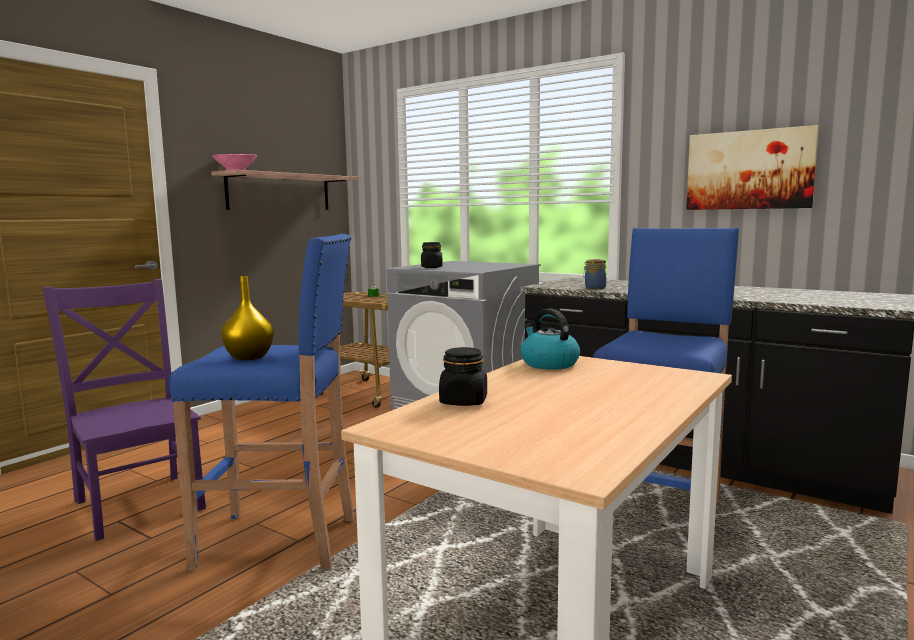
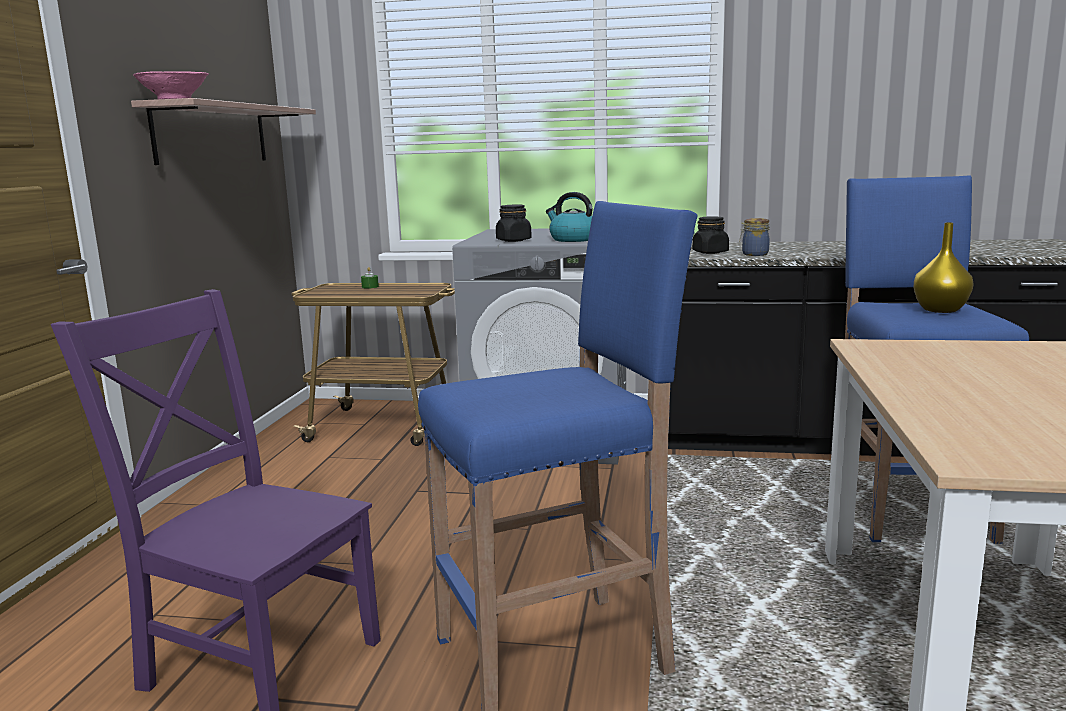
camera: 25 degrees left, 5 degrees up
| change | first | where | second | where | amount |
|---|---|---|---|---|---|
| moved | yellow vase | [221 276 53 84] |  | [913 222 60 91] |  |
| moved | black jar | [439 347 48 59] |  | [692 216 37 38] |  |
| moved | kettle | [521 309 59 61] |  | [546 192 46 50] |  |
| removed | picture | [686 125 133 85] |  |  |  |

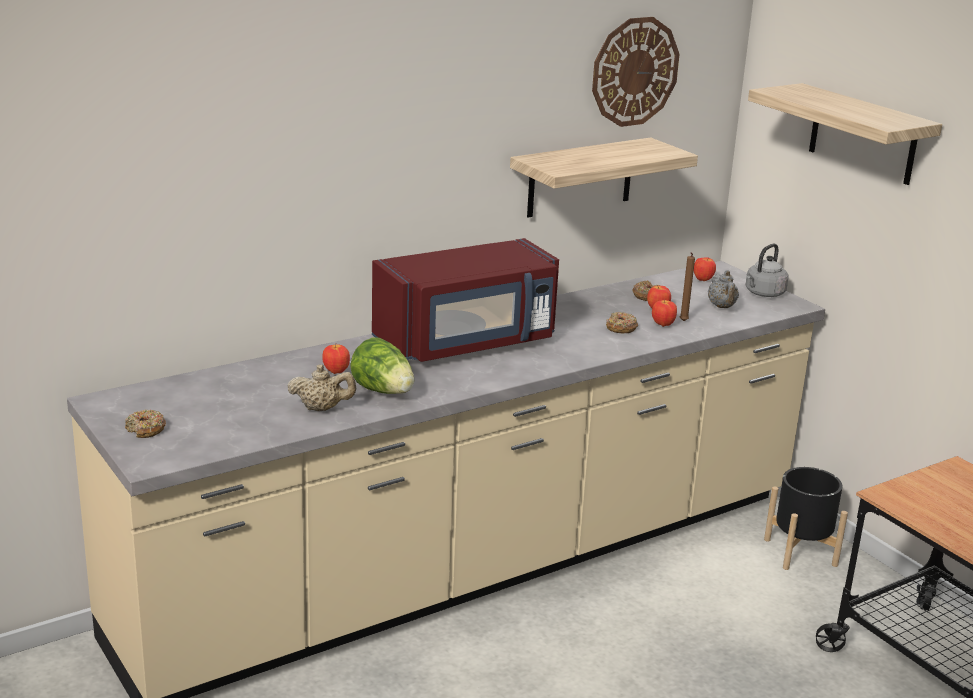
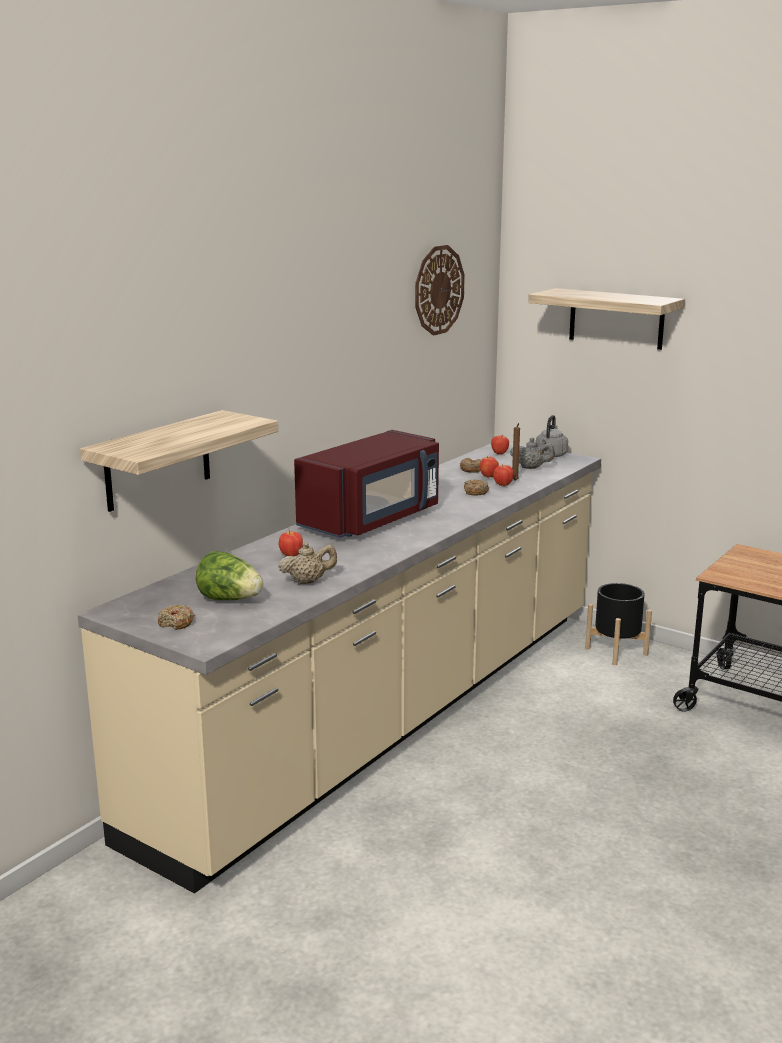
camera: 20 degrees left, 5 degrees down
| change | first | where | second | where | amount |
|---|---|---|---|---|---|
| moved | lettuce | [350 337 64 57] |  | [196 551 68 49] |  |
| moved | shelf | [510 138 188 80] |  | [80 410 198 102] |  |
| turned | grey teapot | [708 270 31 38] |  | [510 438 45 31] | 45 degrees counterclockwise |

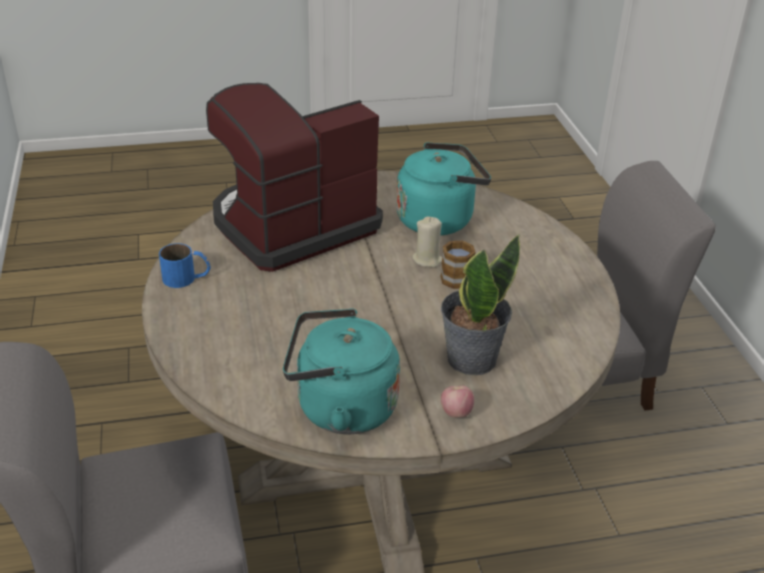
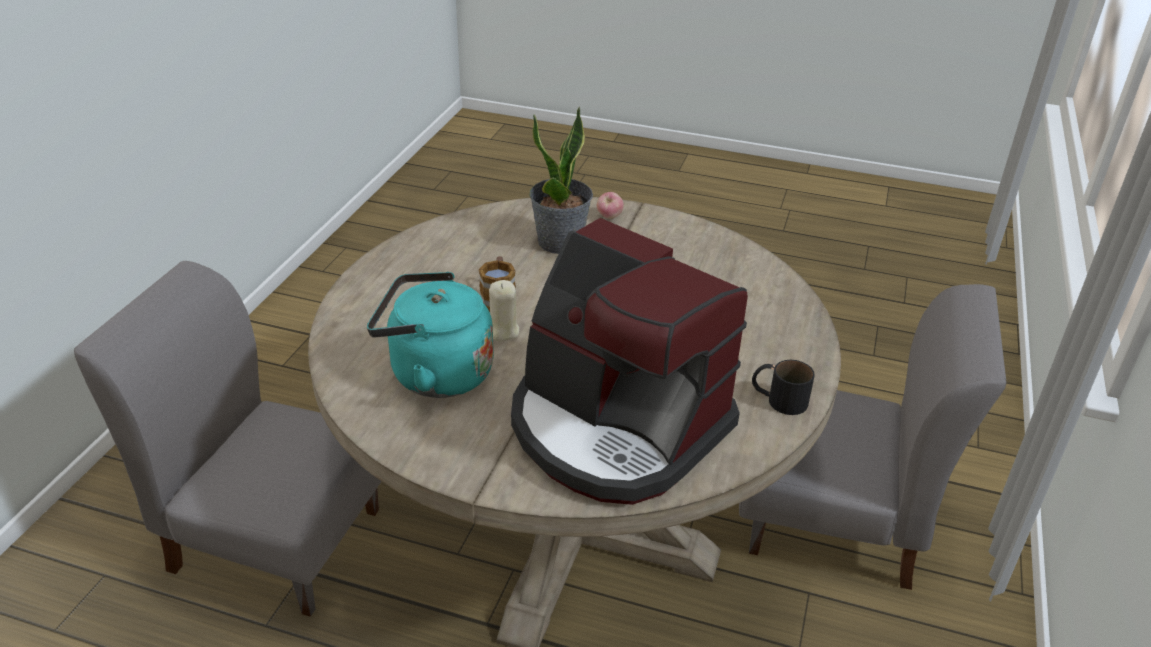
camera: 150 degrees left, 0 degrees up
| change | first | where | second | where | amount |
|---|---|---|---|---|---|
| recoloured | blue mug | [159 243 51 45] | black mug | [752 360 63 55] |  |
| turned | coffee machine | [206 83 177 189] |  | [511 218 237 287] | 45 degrees clockwise |
| removed | turquoise kettle | [283 308 117 126] |  |  |  |

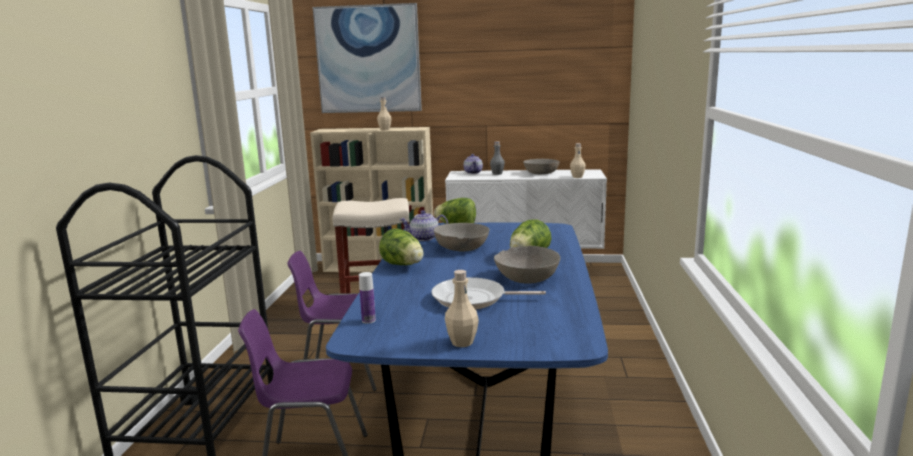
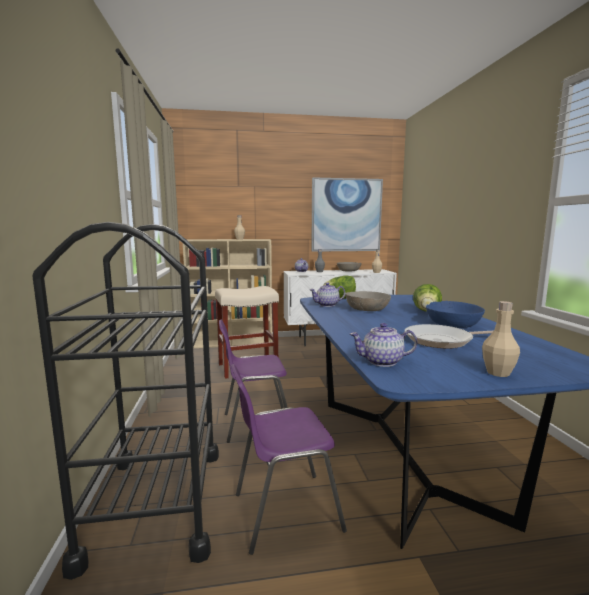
camera: 15 degrees left, 5 degrees down
| change | first | where | second | where | amount |
|---|---|---|---|---|---|
| moved | picture | [313 3 109 110] |  | [311 178 72 74] |  |
| replaced | bottle | [359 272 17 52] | teapot | [350 323 67 44] |  |
| removed | lettuce | [379 228 45 37] |  |  |  |
| recoloured | grey bowl | [494 246 66 38] | blue bowl | [426 301 59 27] |  |

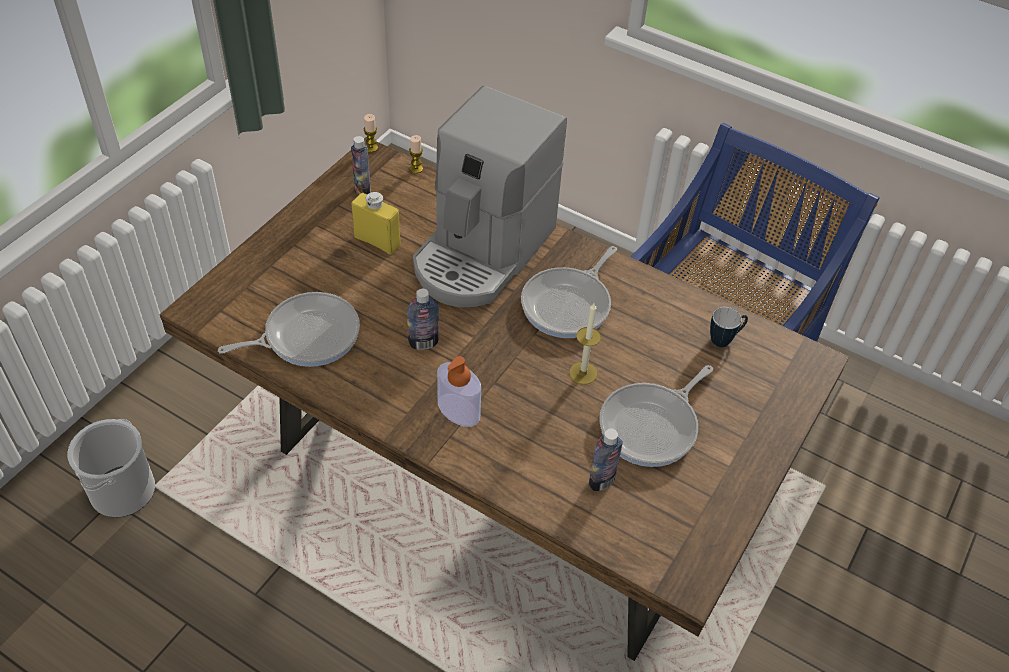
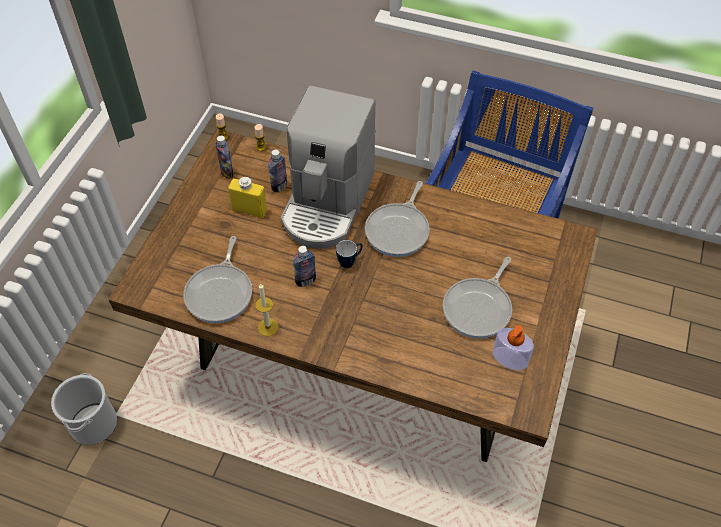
camera: 10 degrees left, 5 degrees up
| change | first | where | second | where | amount |
|---|---|---|---|---|---|
| turned | frying pan | [218 292 142 75] |  | [183 236 69 87] | 135 degrees clockwise |
| moved | soap dispenser | [437 356 44 71] |  | [492 325 42 45] |  |
| moved | candle | [569 303 32 82] |  | [255 283 23 53] |  |
| moved | bottle | [588 428 35 63] |  | [269 149 18 44] |  |
| moved | mug | [710 307 38 40] |  | [336 240 27 28] |  |

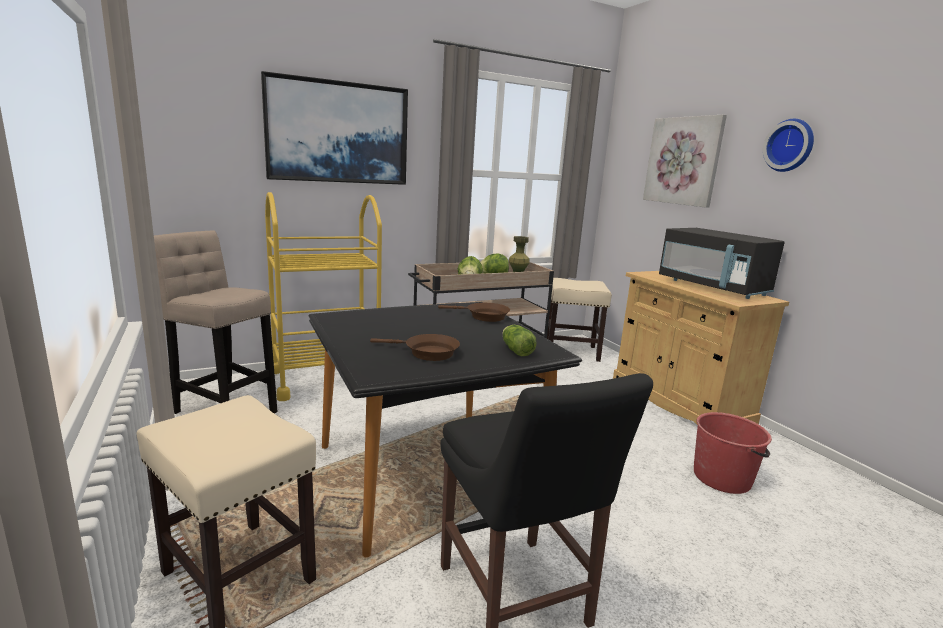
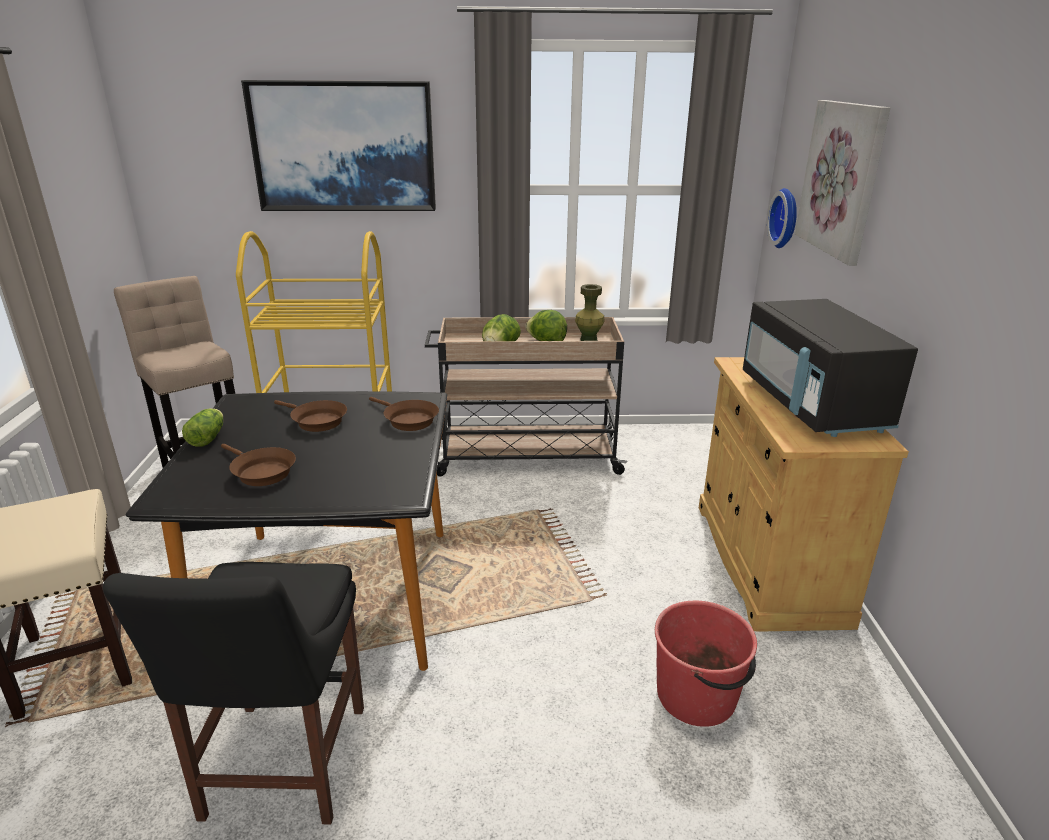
camera: 25 degrees right, 10 degrees up
| change | first | where | second | where | amount |
|---|---|---|---|---|---|
| moved | lettuce | [502 325 35 31] |  | [182 408 41 39] |  |
| removed | beige stool | [547 278 65 84] |  |  |  |
| moved | wall clock | [763 119 51 53] |  | [767 188 30 60] |  |
| added |  |  | brown frying pan | [274 400 73 32] |  |

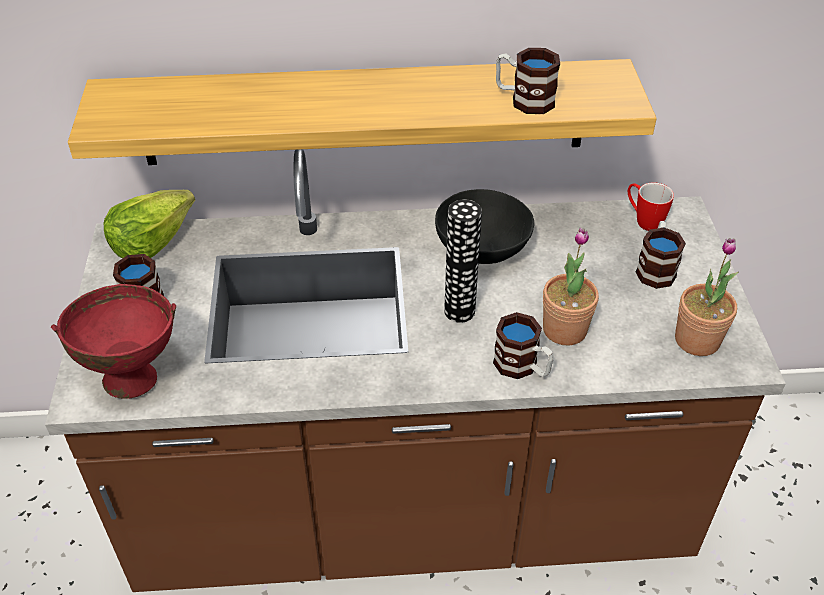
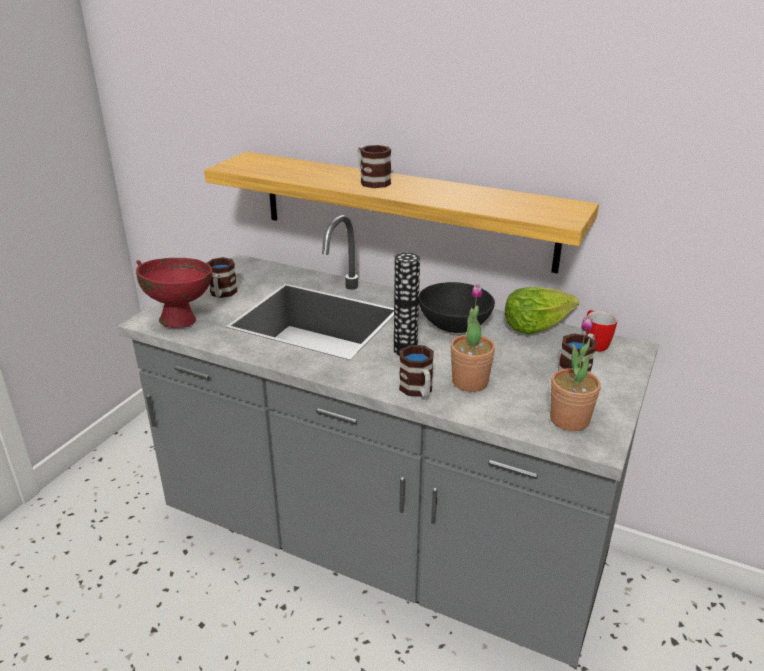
camera: 30 degrees right, 15 degrees down
| change | first | where | second | where | amount |
|---|---|---|---|---|---|
| recoloured | brown counter | [45 149 741 443] | grey counter | [117 215 542 452] |  |
| moved | lettuce | [104 190 91 68] |  | [505 287 74 47] |  |
| moved | mug | [496 48 64 66] |  | [357 145 34 43] |  |

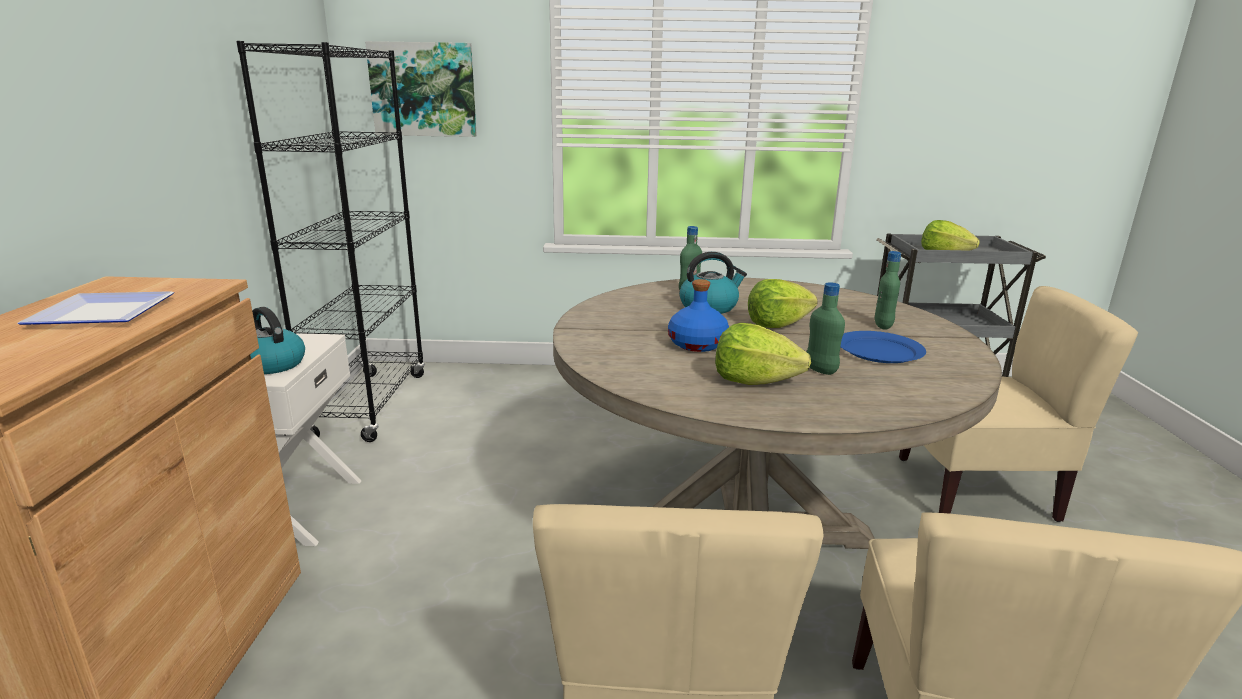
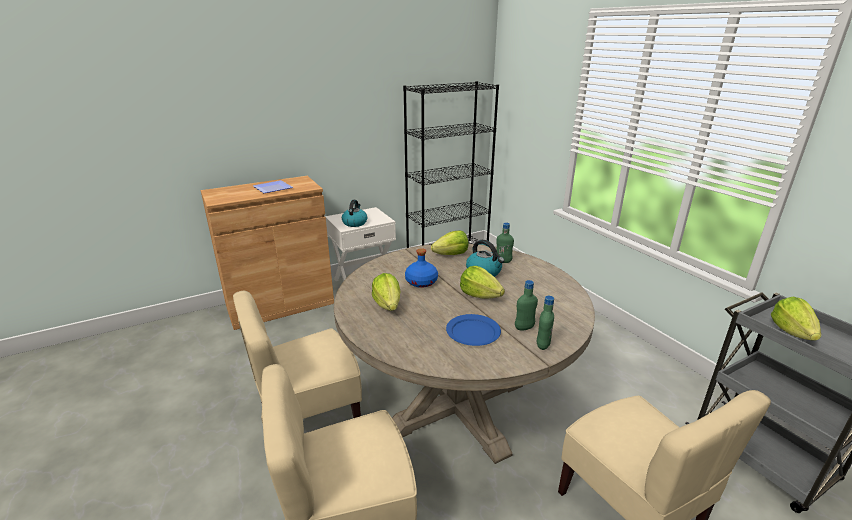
camera: 60 degrees right, 5 degrees up
| change | first | where | second | where | amount |
|---|---|---|---|---|---|
| removed | picture | [365 41 112 96] |  |  |  |
| moved | green bottle | [807 282 38 93] |  | [537 296 17 54] |  |
| added |  |  | lettuce | [431 231 37 24] |  |

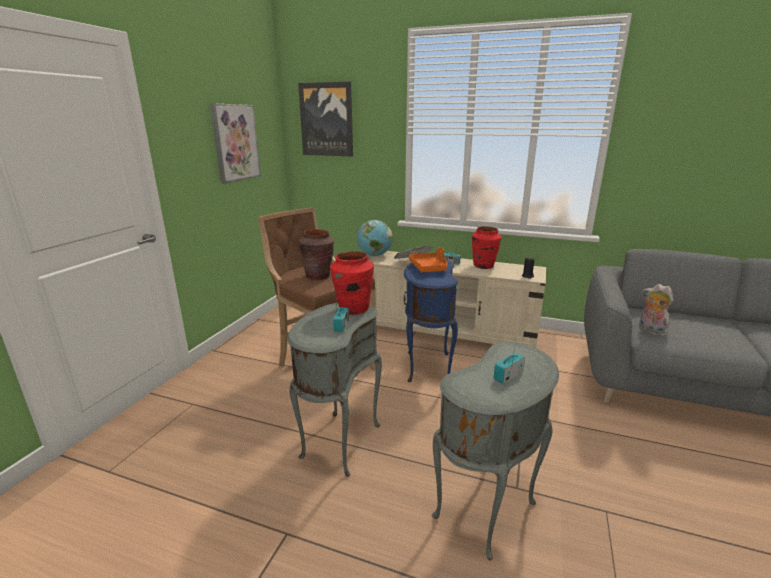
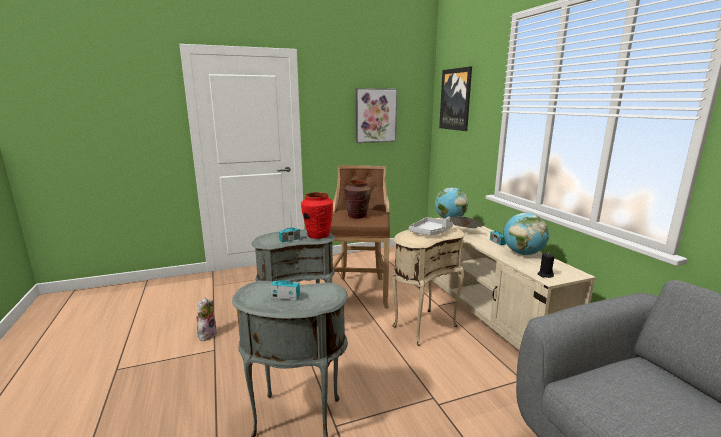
camera: 50 degrees right, 5 degrees down
| change | first | where | second | where | amount |
|---|---|---|---|---|---|
| recoloured | blue side table | [404 261 54 121] | beige side table | [392 227 73 119] |  |
| recoloured | orange tray | [409 247 38 25] | grey tray | [409 217 44 19] |  |
| replaced | red vase | [472 226 30 43] | globe | [503 213 46 42] |  |
| moved | plush toy | [639 284 34 53] |  | [196 298 21 43] |  |

